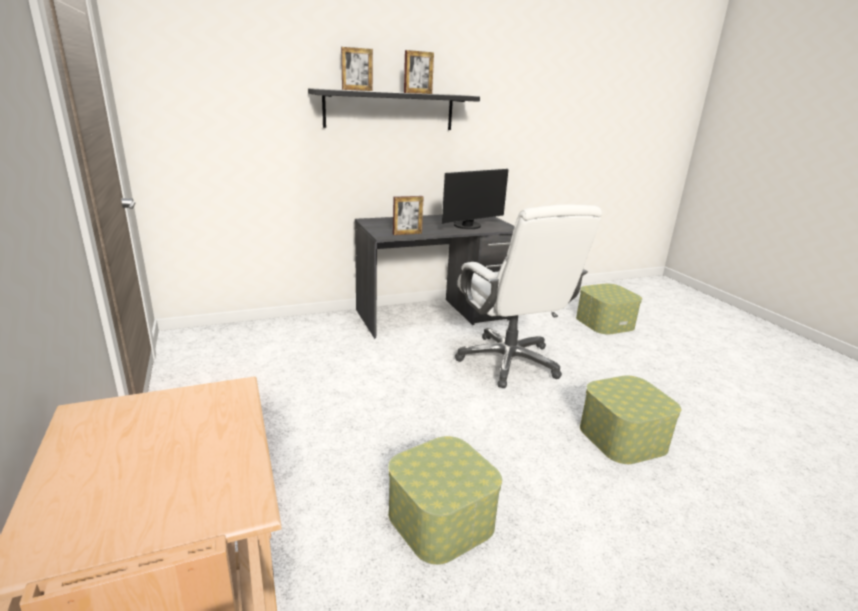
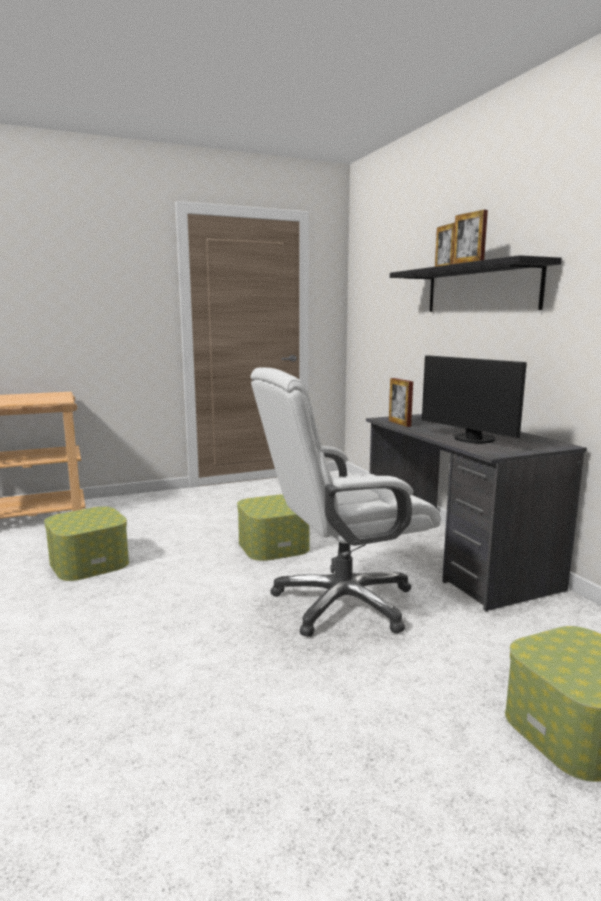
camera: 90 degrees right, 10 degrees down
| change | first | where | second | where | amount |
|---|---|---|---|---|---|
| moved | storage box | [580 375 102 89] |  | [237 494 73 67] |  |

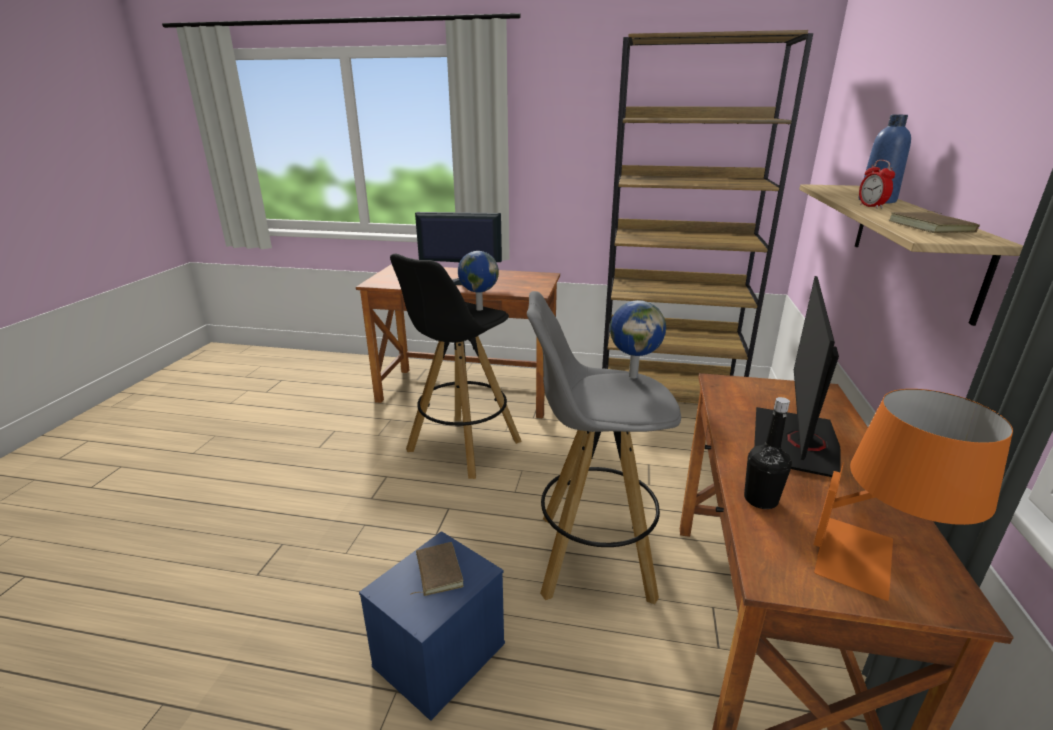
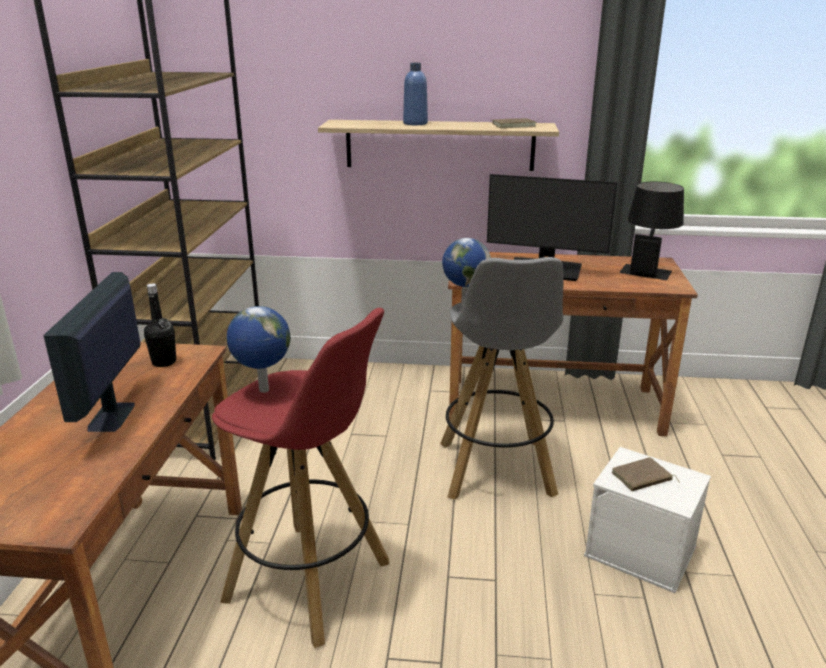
camera: 95 degrees left, 0 degrees up
| change | first | where | second | where | amount |
|---|---|---|---|---|---|
| recoloured | blue storage box | [359 531 146 190] | white storage box | [584 447 127 146] |  |
| recoloured | black stool | [390 254 132 225] | red stool | [212 308 177 340] |  |
| moved | black bottle | [744 397 48 112] |  | [144 284 32 83] |  |
| recoloured | orange table lamp | [814 389 199 212] | black table lamp | [619 182 65 98] |  |
| removed | alarm clock | [859 160 36 49] |  |  |  |

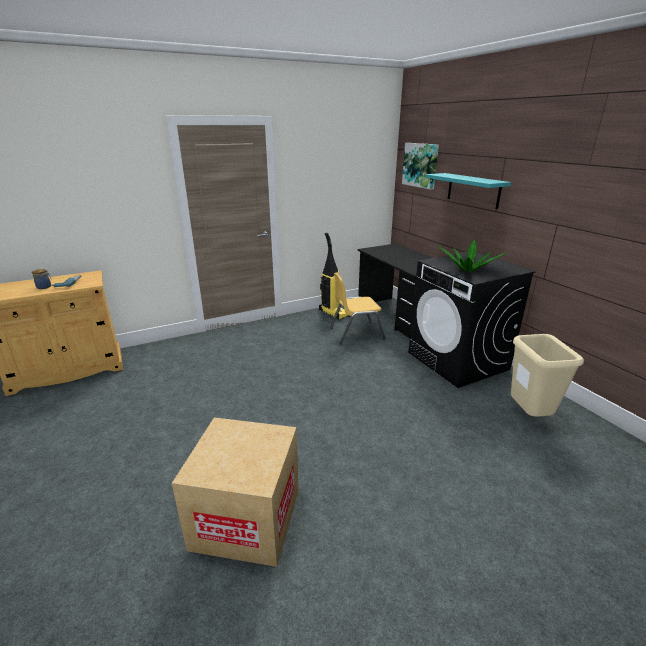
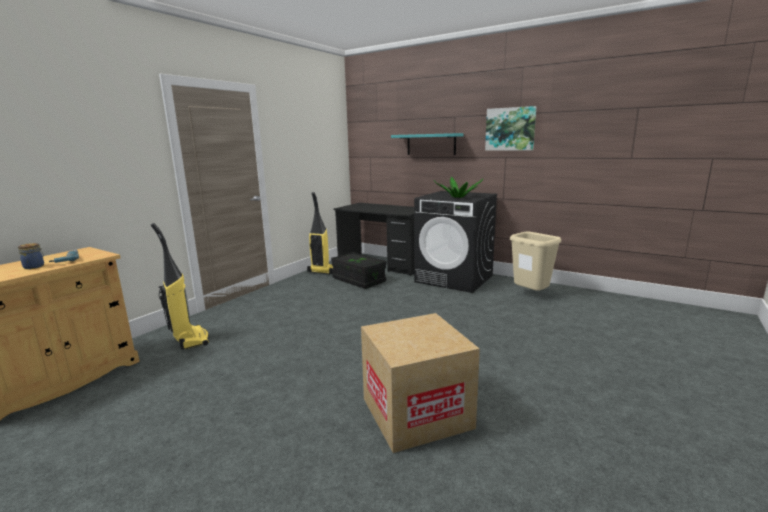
camera: 30 degrees left, 10 degrees down
| change | first | where | second | where | amount |
|---|---|---|---|---|---|
| replaced | yellow chair | [330 273 56 71] | black storage box | [331 252 56 37] |  |
| moved | picture | [402 143 37 47] |  | [485 106 52 45] |  |
| added |  |  | vacuum cleaner | [151 223 58 127] |  |

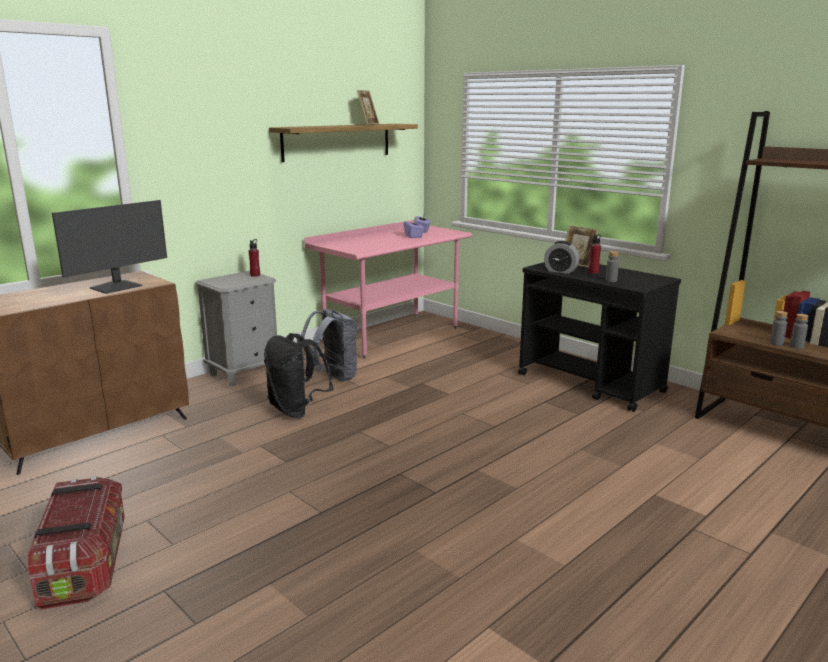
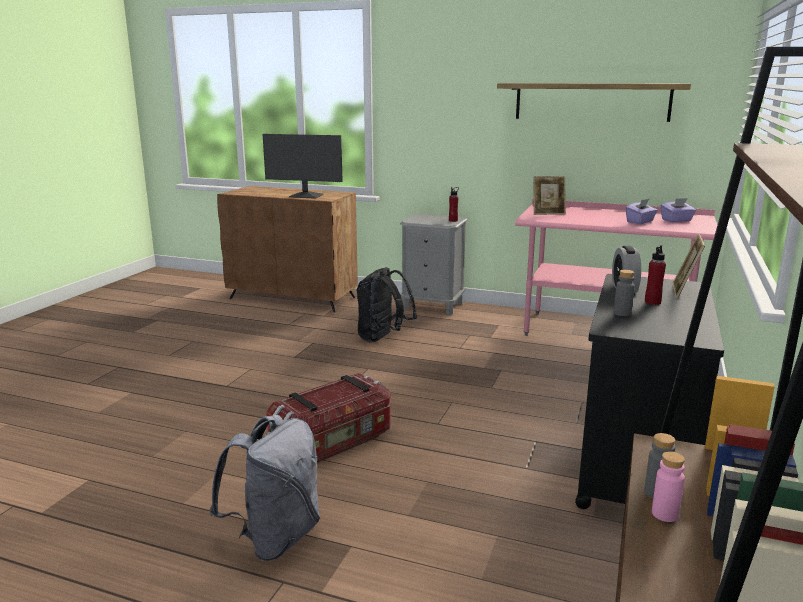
camera: 65 degrees right, 0 degrees up
| change | first | where | second | where | amount |
|---|---|---|---|---|---|
| moved | storage box | [28 476 97 134] |  | [266 373 125 90] |  |
| moved | grey backpack | [301 309 56 72] |  | [209 415 111 146] |  |
| moved | picture frame | [357 90 22 35] |  | [533 176 33 39] |  |
| recoloured | grey bottle | [790 314 18 35] | pink bottle | [652 451 33 71] |  |

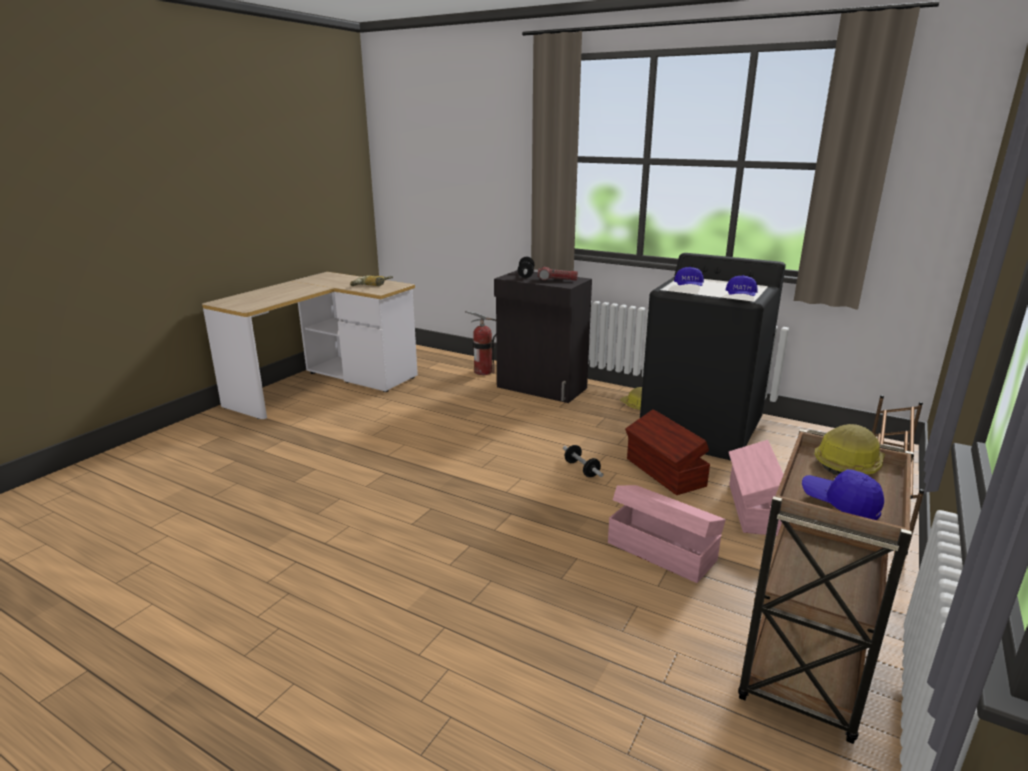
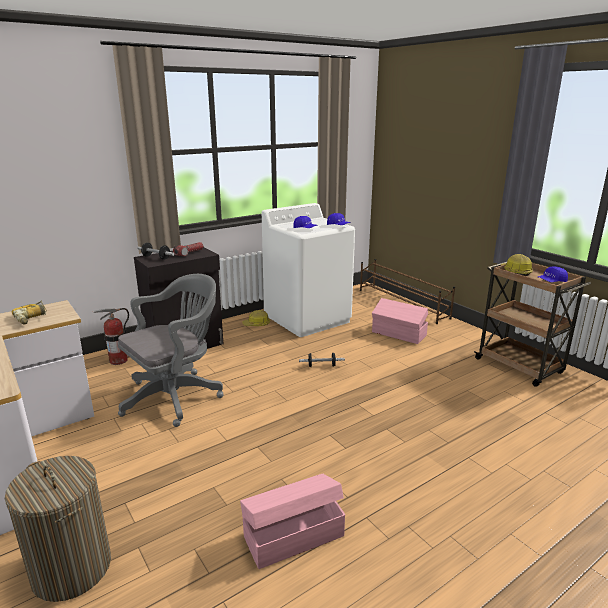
camera: 65 degrees left, 0 degrees up
| change | first | where | second | where | amount |
|---|---|---|---|---|---|
| moved | pink storage box | [608 485 118 98] |  | [240 474 105 95] |  |
| removed | brown storage box | [625 409 85 86] |  |  |  |
| recoloured | black washing machine | [640 253 146 208] | white washing machine | [262 203 93 134] |  |
| added |  |  | laundry basket | [5 456 106 146] |  |
| added |  |  | grey office chair | [117 274 107 153] |  |

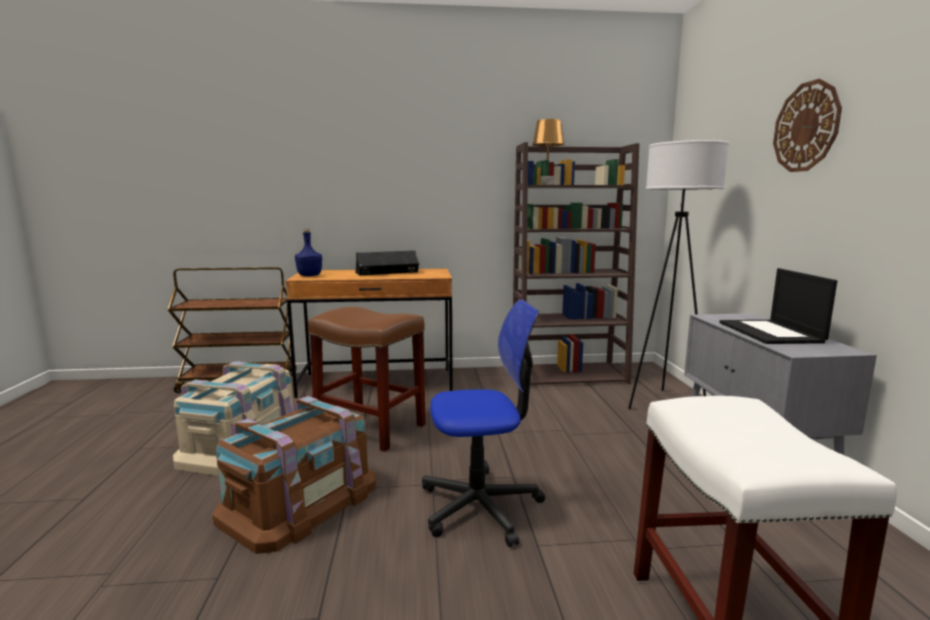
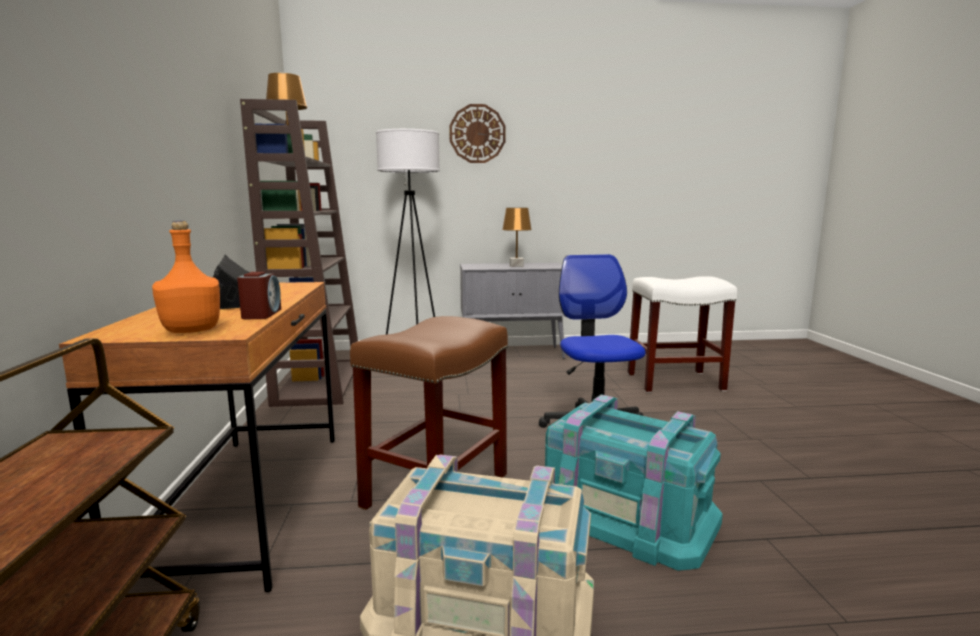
camera: 90 degrees left, 0 degrees up
| change | first | where | second | where | amount |
|---|---|---|---|---|---|
| recoloured | brown storage box | [213 396 163 158] | turquoise storage box | [545 394 178 177] |  |
| recoloured | blue bottle | [295 229 27 47] | orange bottle | [152 221 68 112] |  |
| replaced | laptop | [719 268 118 76] | brown table lamp | [502 208 30 59] |  |
| added |  |  | alarm clock | [237 272 44 47] |  |

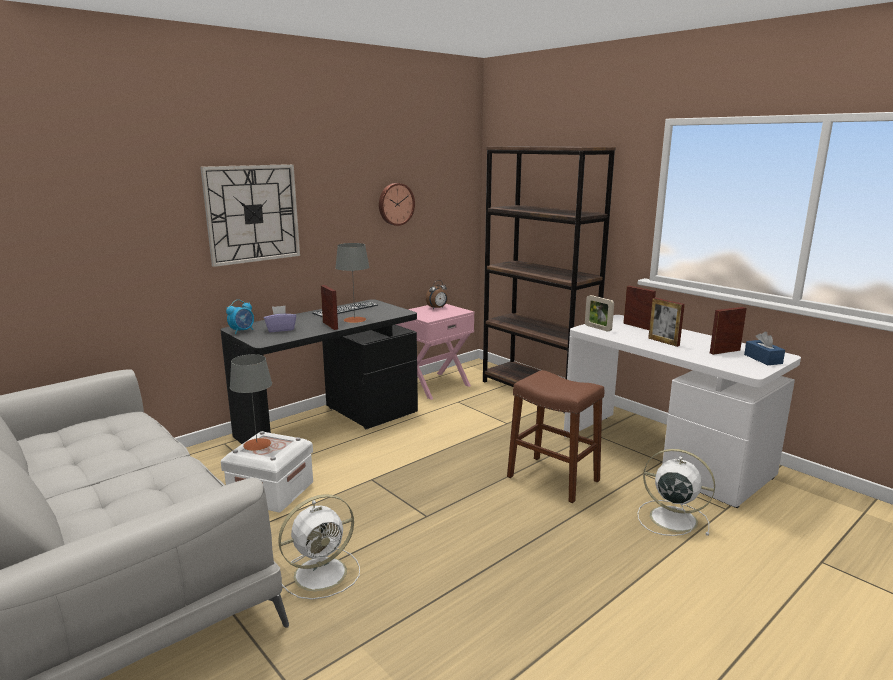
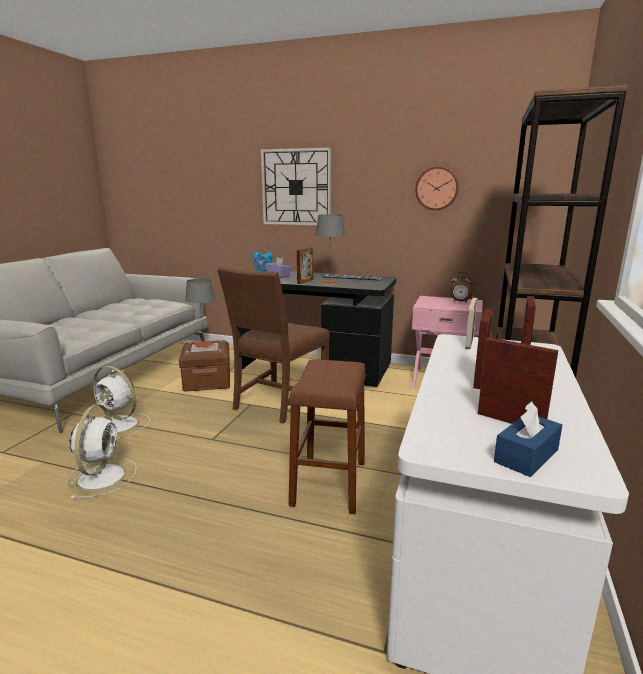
camera: 60 degrees right, 0 degrees up
| change | first | where | second | where | amount |
|---|---|---|---|---|---|
| recoloured | white storage box | [221 431 92 82] | brown storage box | [179 339 51 53] |  |
| moved | white fan | [638 449 77 87] |  | [67 405 70 94] |  |
| added |  |  | brown chair | [217 266 113 158] |  |

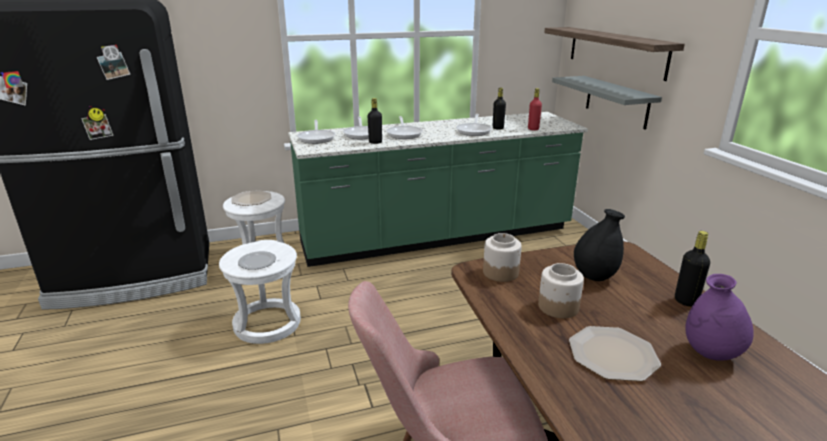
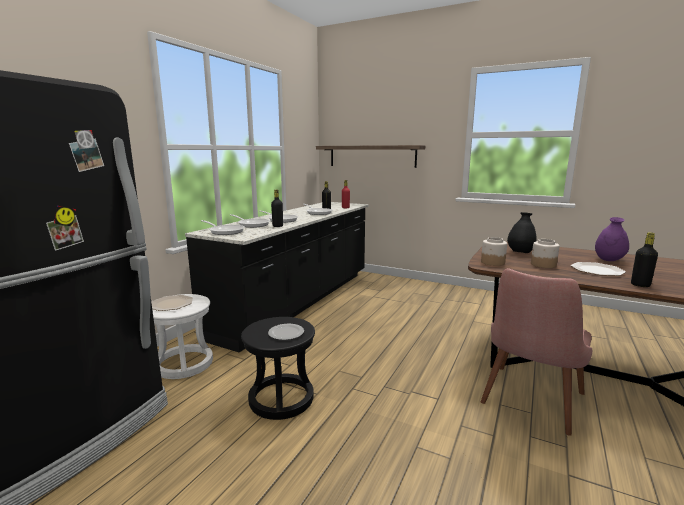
camera: 45 degrees left, 10 degrees down
| change | first | where | second | where | amount |
|---|---|---|---|---|---|
| recoloured | white stool | [219 241 82 103] | black stool | [241 317 74 103] |  |
| recoloured | green counter | [288 112 300 155] | black counter | [185 202 184 150] |  |
| removed | grey shelf | [552 76 110 54] |  |  |  |
| moved | black bottle | [675 231 35 76] |  | [631 232 27 55] |  |

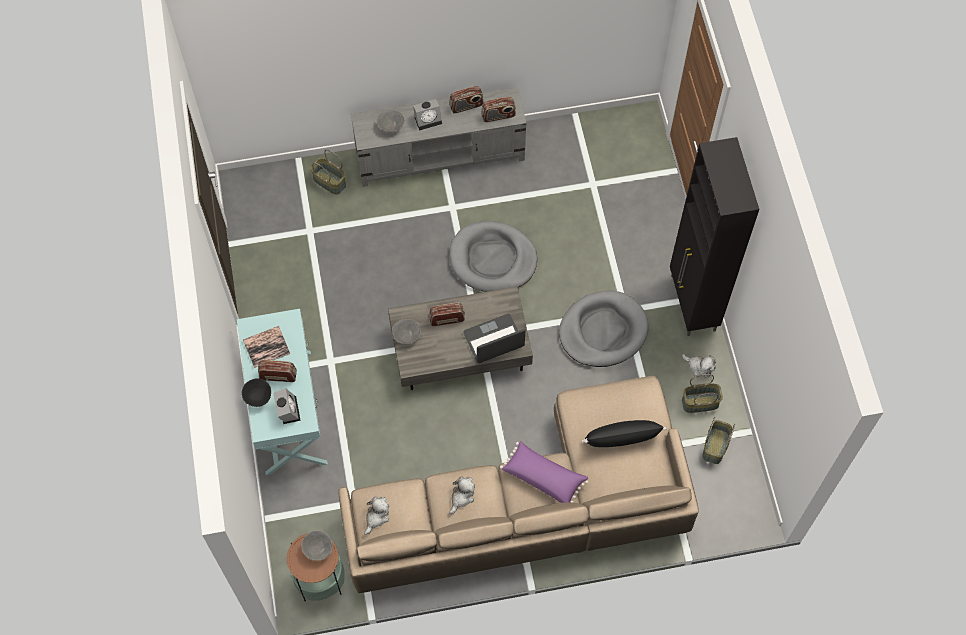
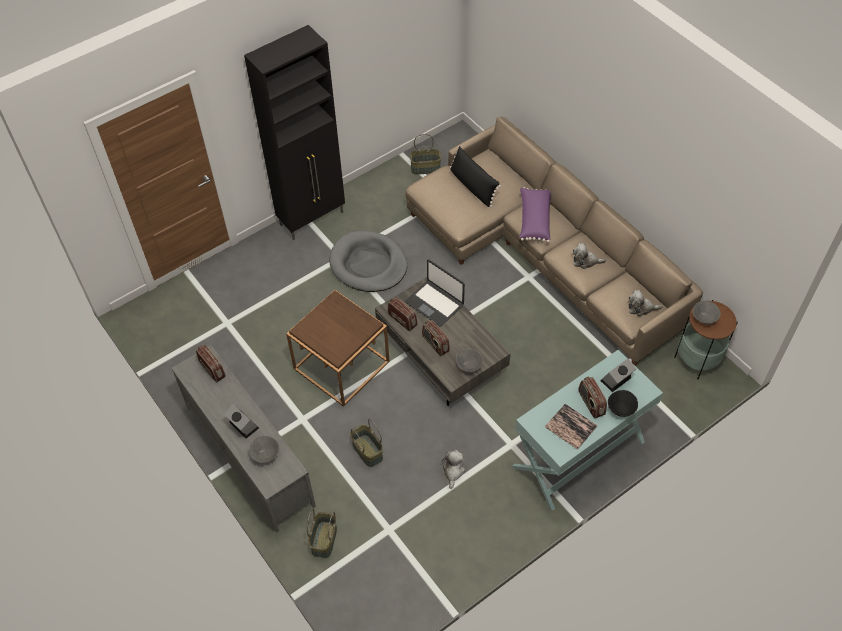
camera: 115 degrees left, 10 degrees down
| change | first | where | second | where | amount |
|---|---|---|---|---|---|
| moved | radio | [449 86 35 28] |  | [388 297 29 34] |  |
| replaced | grey dog bed | [450 221 87 71] | brown side table | [286 290 103 117] |  |
| moved | plush toy | [682 354 34 24] |  | [441 449 24 40] |  |
| moved | basket | [682 374 41 39] |  | [350 419 33 48] |  |

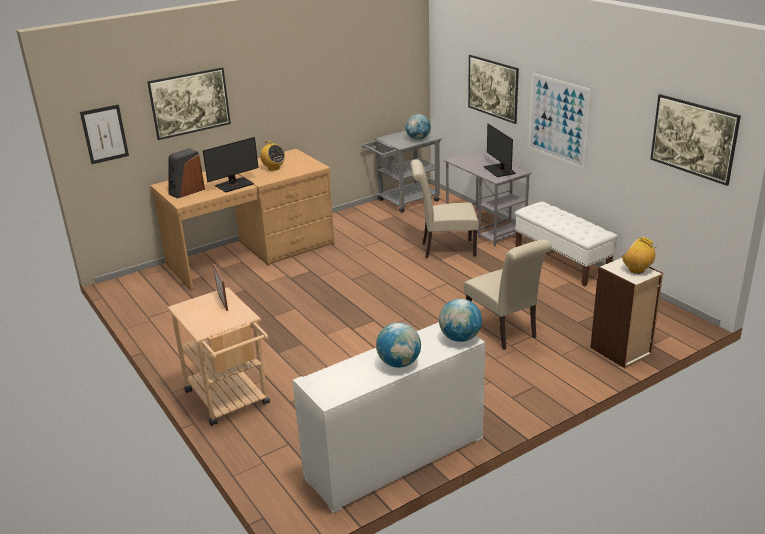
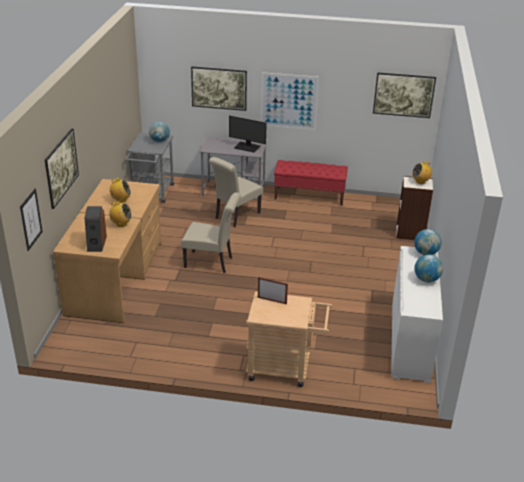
camera: 50 degrees left, 5 degrees up
| change | first | where | second | where | amount |
|---|---|---|---|---|---|
| replaced | monitor | [203 137 56 56] | radio | [108 201 24 26] |  |
| moved | beige chair | [464 240 88 110] |  | [181 192 60 81] |  |
| recoloured | white bench | [515 202 102 85] | red bench | [274 160 74 46] |  |

